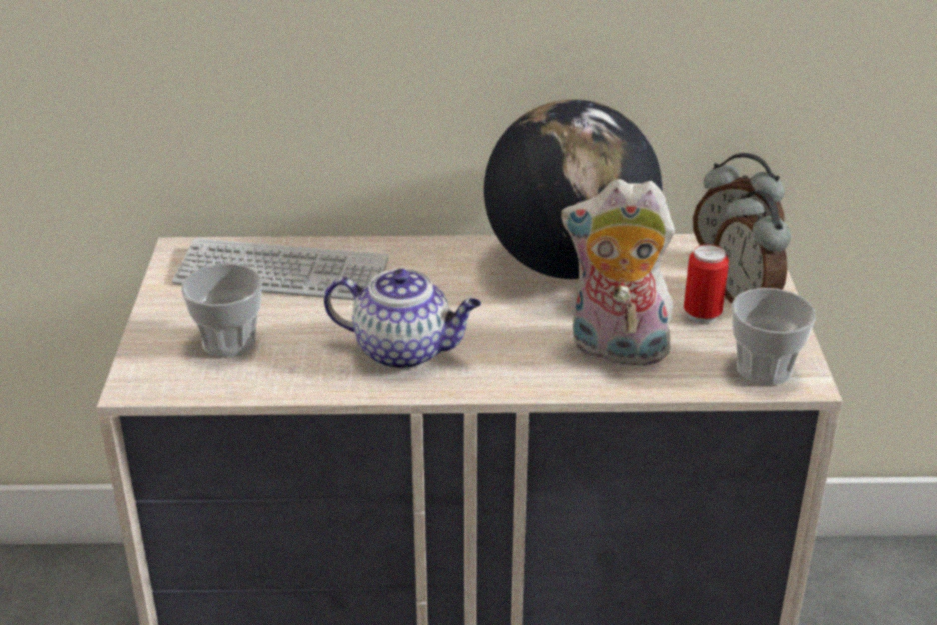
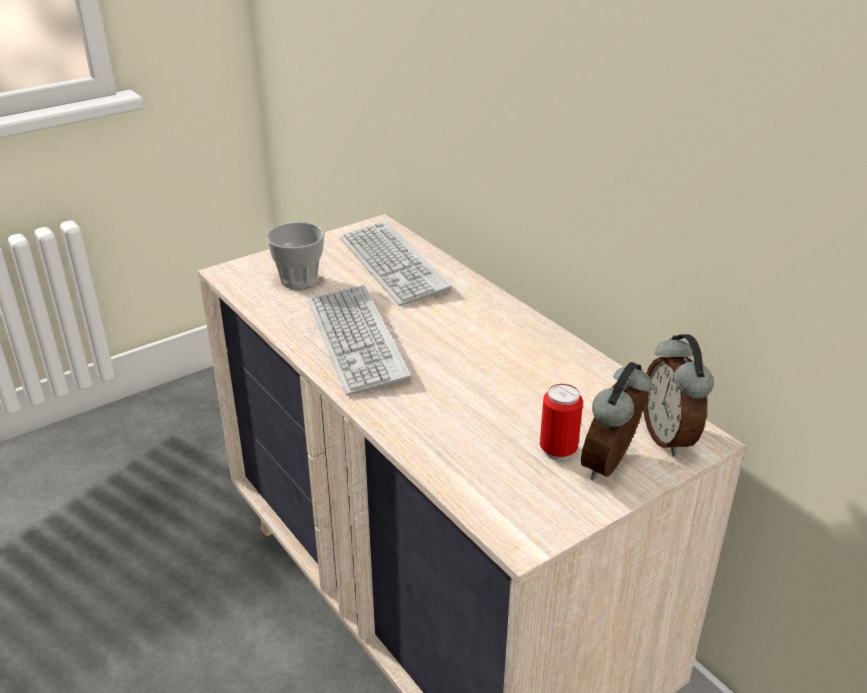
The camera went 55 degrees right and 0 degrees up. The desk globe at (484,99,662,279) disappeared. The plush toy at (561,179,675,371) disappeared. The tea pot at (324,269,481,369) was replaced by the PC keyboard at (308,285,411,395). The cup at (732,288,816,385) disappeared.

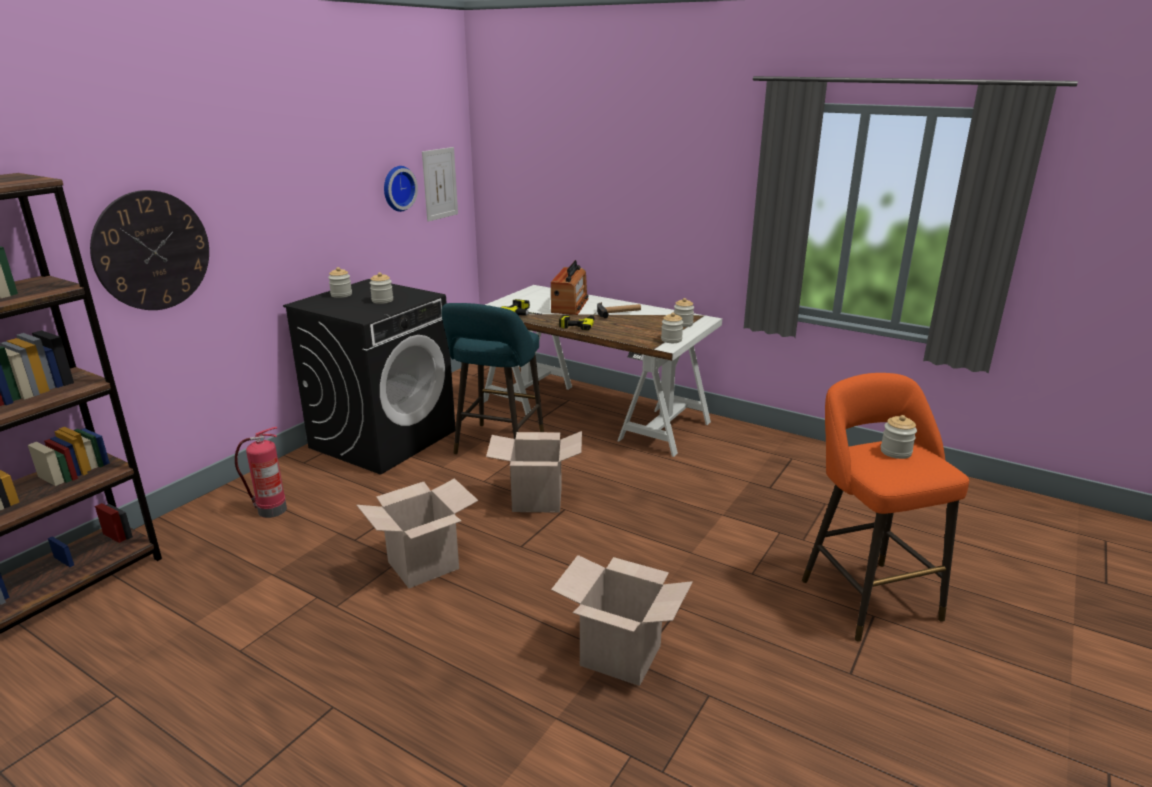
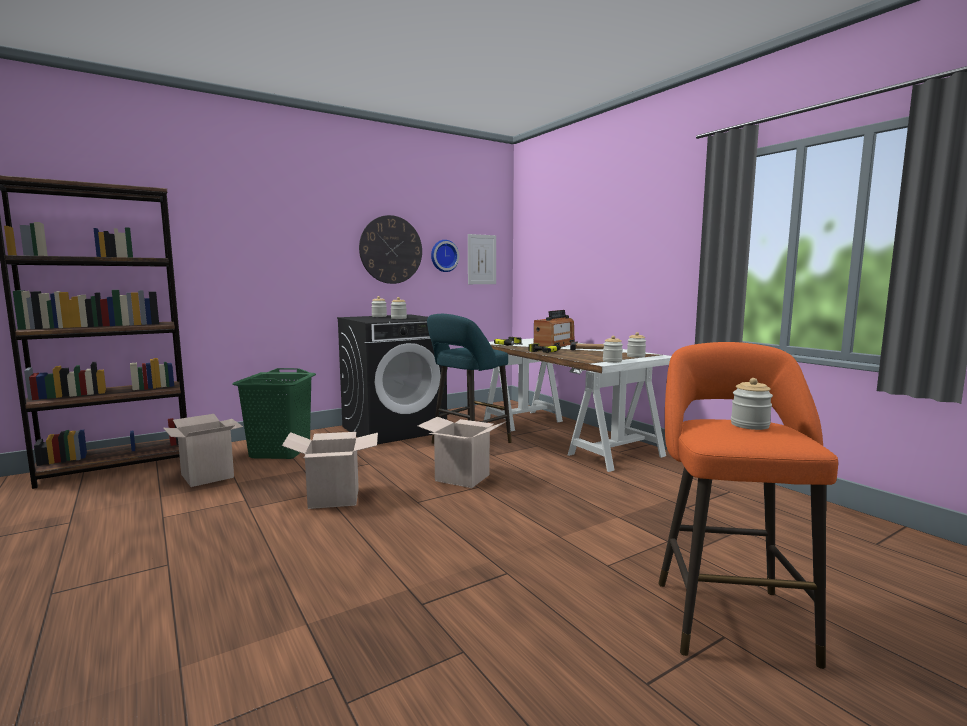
The camera went 25 degrees right and 15 degrees down. The hanging clock moved from (90,190,209,310) to (359,215,422,284). The extinguisher at (235,427,287,518) was replaced by the green-coloured washing basket at (232,368,316,459). The cardboard box moved from (551,555,693,686) to (163,414,243,487).

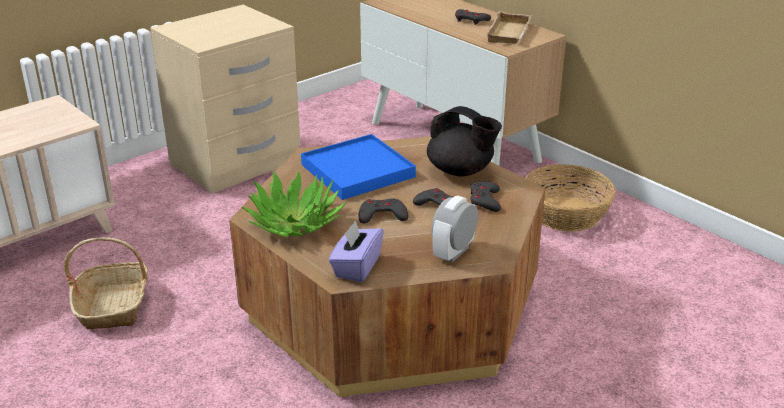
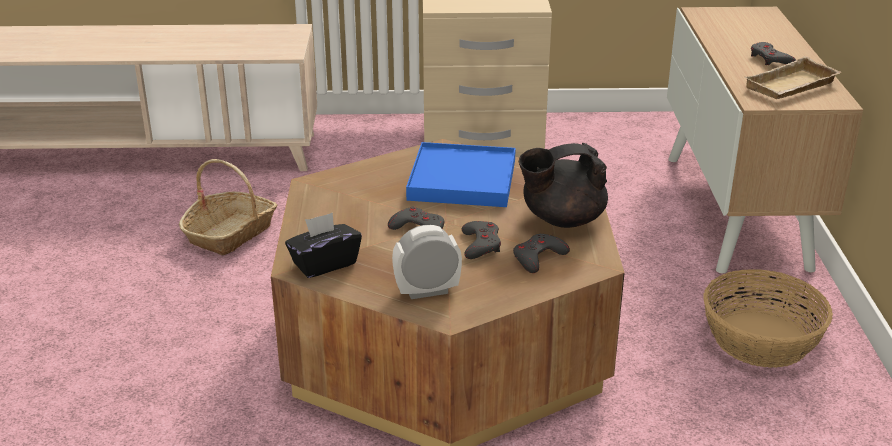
The camera went 40 degrees right and 0 degrees up. The blackish tea pot at (427,106,502,177) turned 90 degrees clockwise. The potted plant at (242,170,346,237) disappeared. The purple-coloured tissue box at (329,220,384,282) became the blackish tissue box at (285,213,362,278).

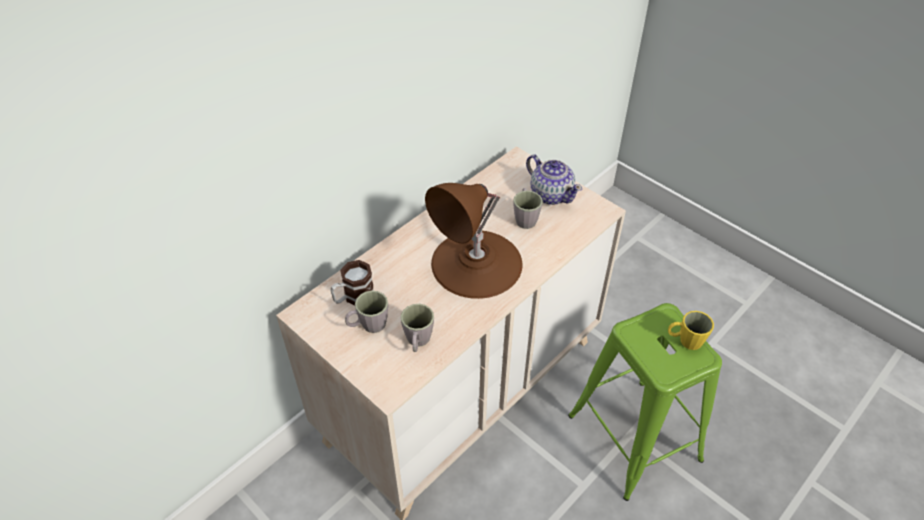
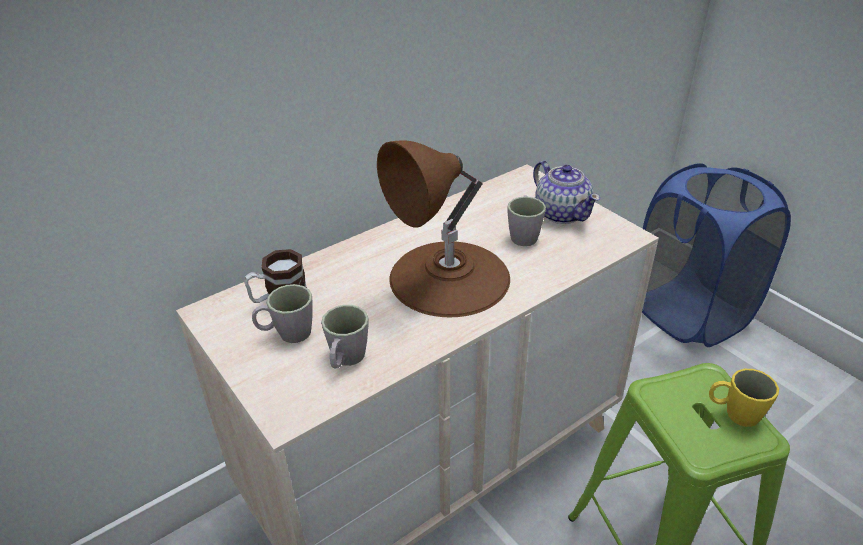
The camera went 10 degrees right and 10 degrees down. The bluish washing basket at (642,163,791,347) appeared.

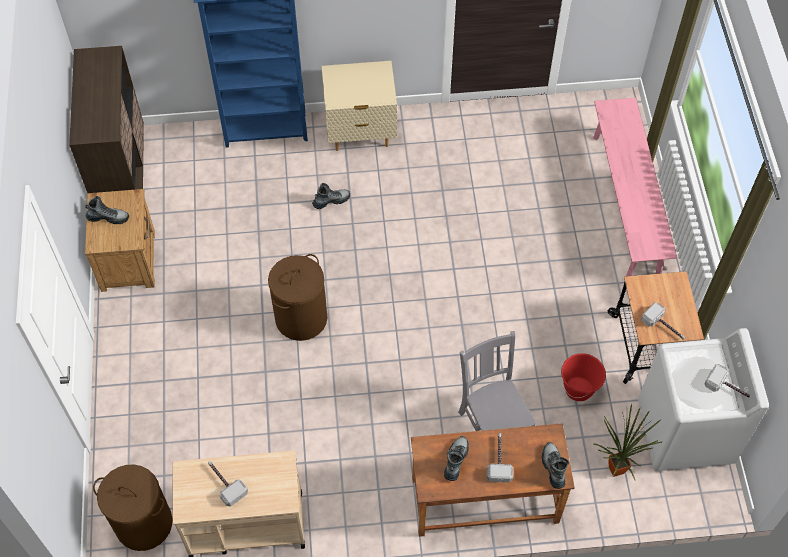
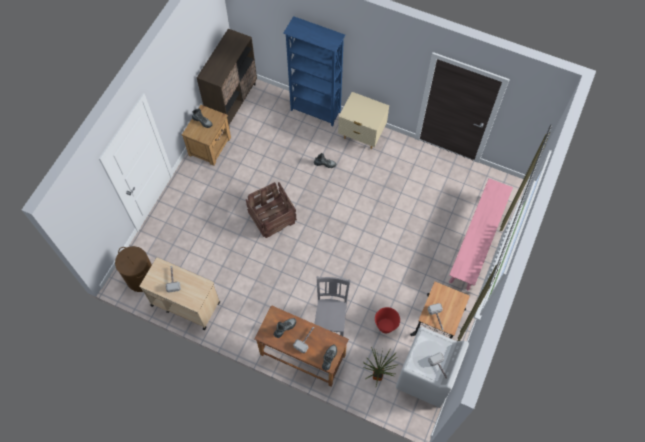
The camera went 30 degrees right and 5 degrees up. The brown-coloured washing basket at (268,254,328,341) was replaced by the crate at (246,182,297,238).

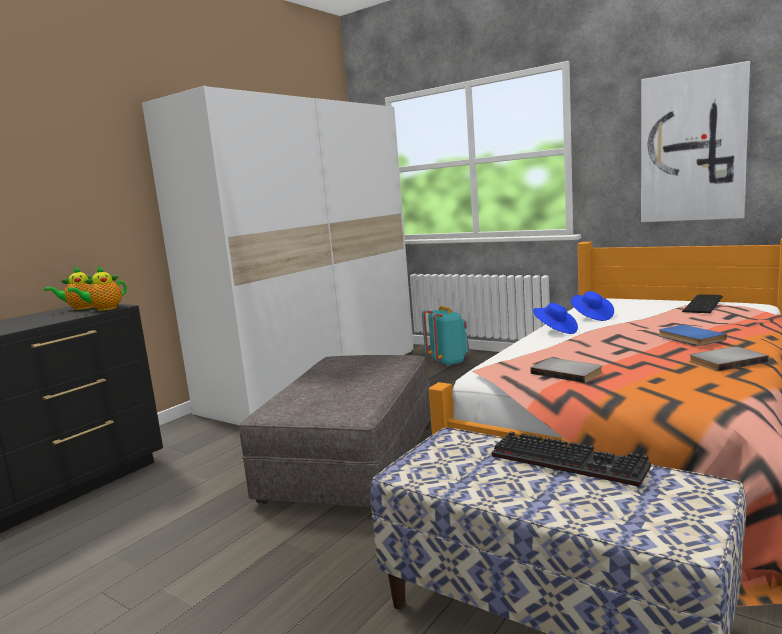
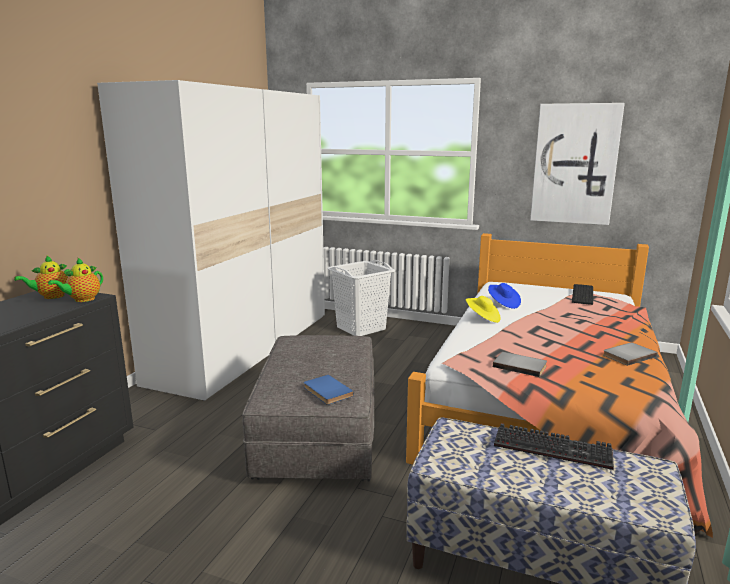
The camera went 15 degrees left and 5 degrees up. The bluish clothing hat at (533,303,578,334) became the yellow clothing hat at (466,296,501,323). The turquoise backpack at (422,306,469,366) was replaced by the whitish washing basket at (327,260,395,336). The bluish volume moved from (659,325,727,346) to (304,375,354,405).

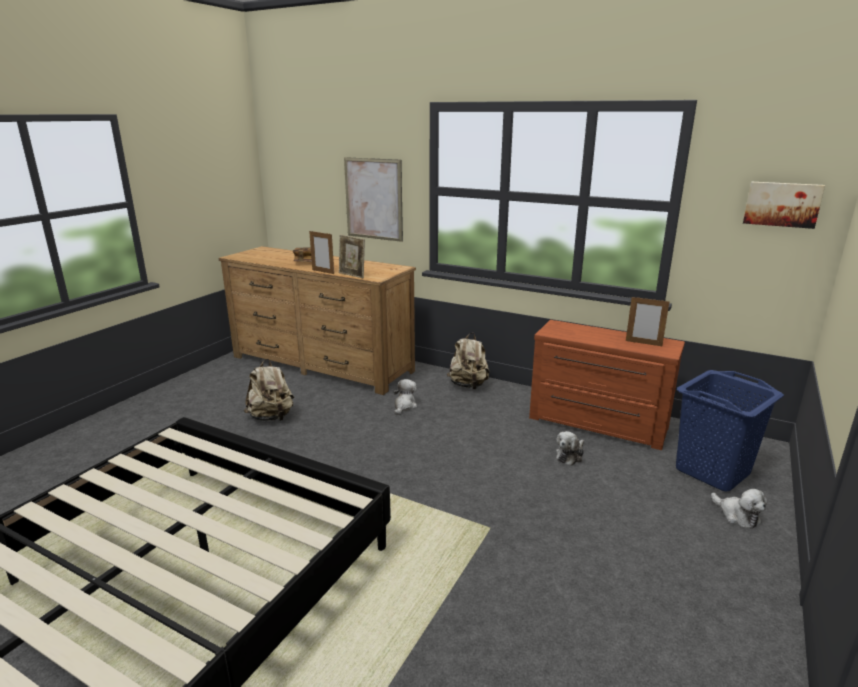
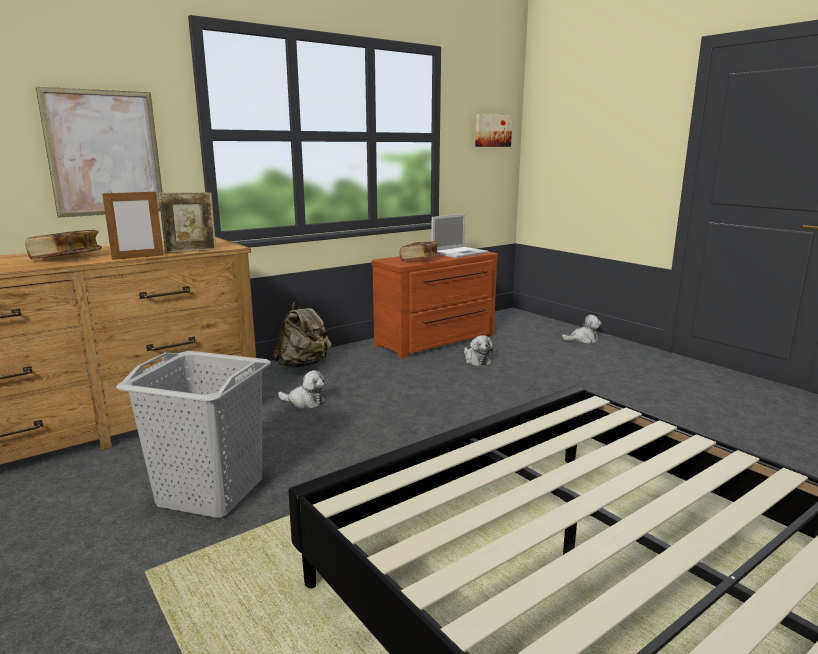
The camera went 65 degrees left and 5 degrees down. The picture frame at (626,297,670,346) was replaced by the laptop at (431,214,488,258). The beige-coloured backpack at (244,359,294,421) was replaced by the grey washing basket at (116,351,271,518). The bluish washing basket at (676,370,784,491) disappeared. The plush toy at (394,379,417,415) turned 150 degrees clockwise. The volume at (400,242,440,261) appeared.

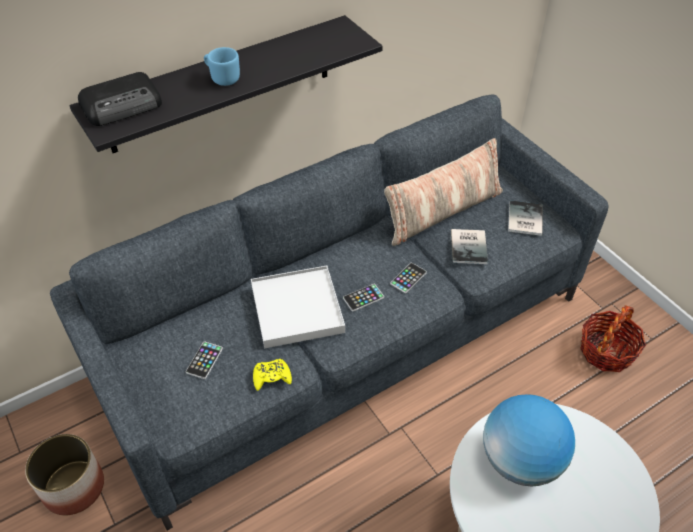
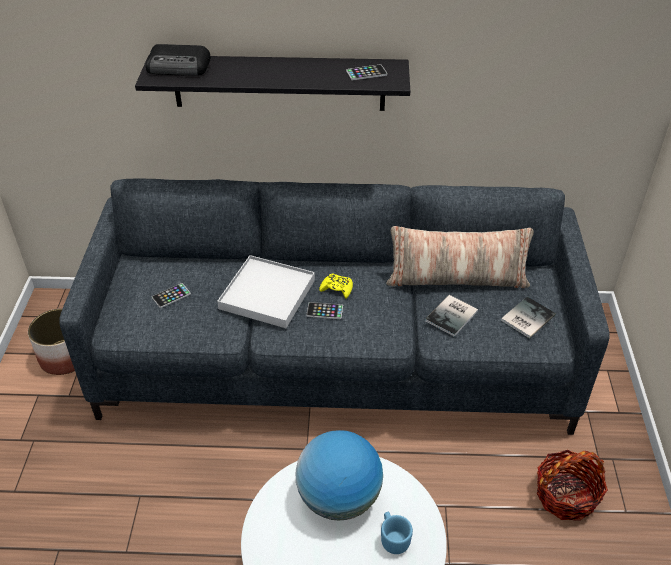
The camera went 35 degrees right and 5 degrees down. The bluish tea mug moved from (204,47,240,86) to (381,512,413,554). The telephone moved from (390,262,427,294) to (346,64,387,81). The yellow gamepad moved from (253,359,292,391) to (319,273,353,299).

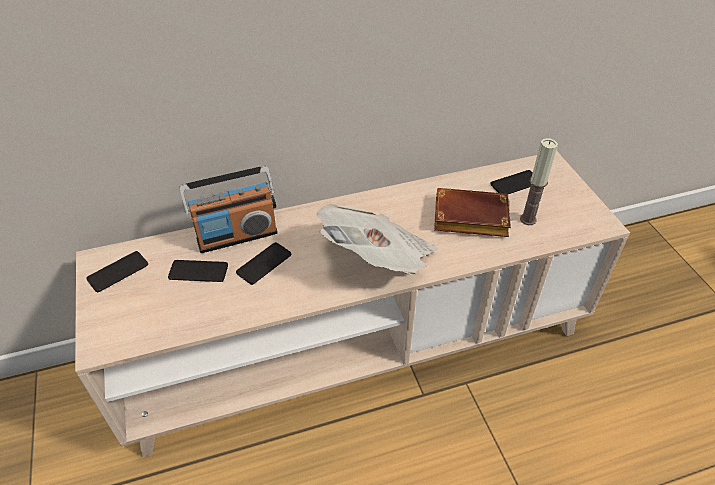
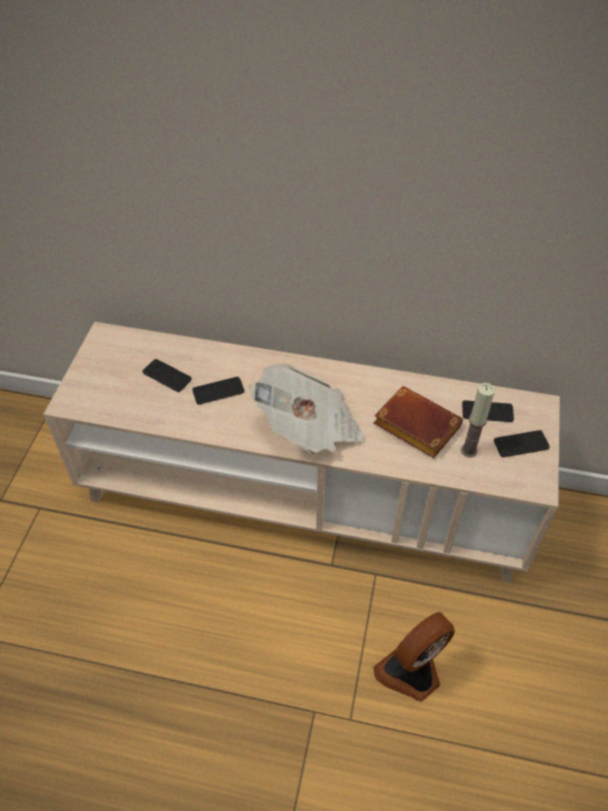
The camera went 30 degrees right and 5 degrees up. The radio set at (179,166,278,253) disappeared. The telephone moved from (86,251,148,292) to (494,430,550,457). The cooling fan at (373,612,455,701) appeared.

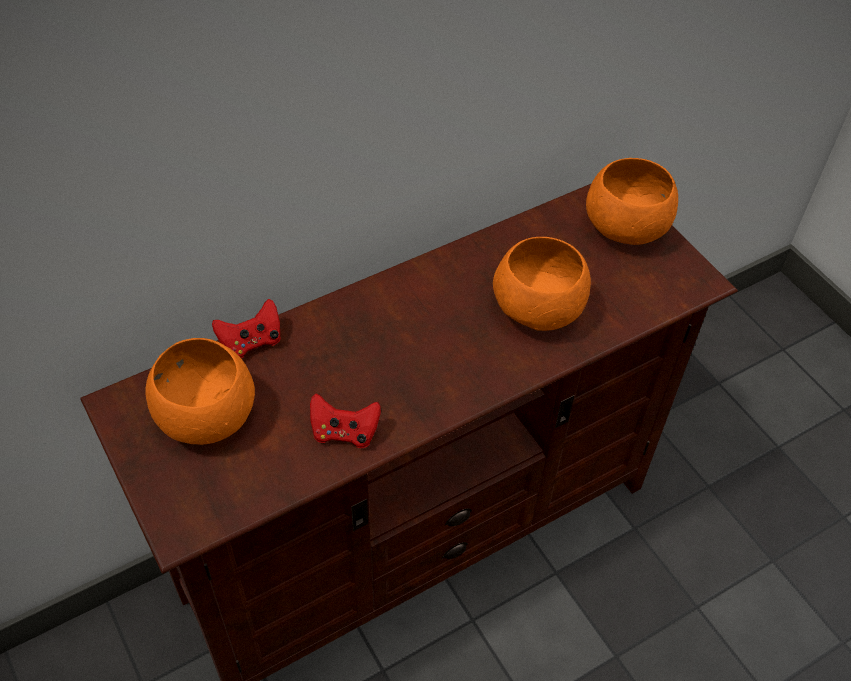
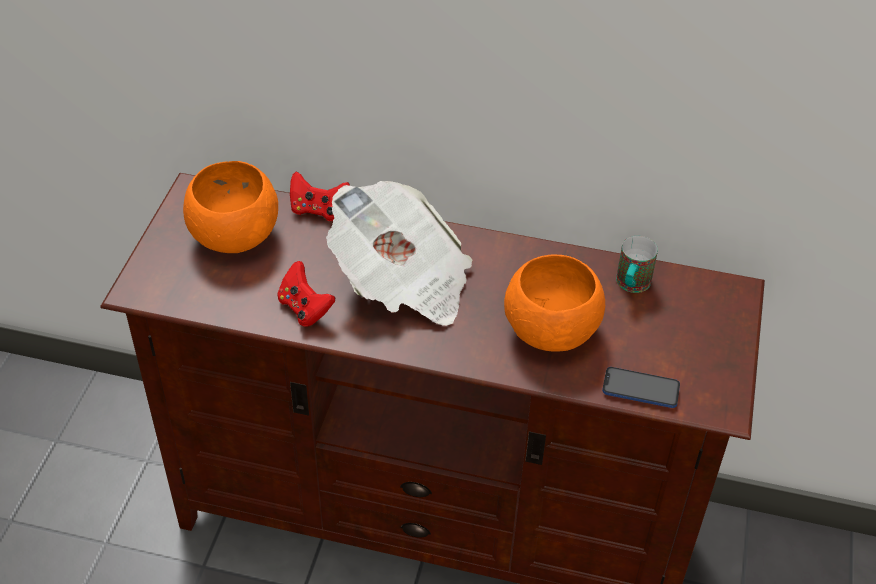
The camera went 45 degrees right and 5 degrees down. The orangey bowl at (586,158,678,245) disappeared. The newspaper at (326,181,472,326) appeared. The tea mug at (616,236,658,293) appeared. The telephone at (602,367,680,408) appeared.

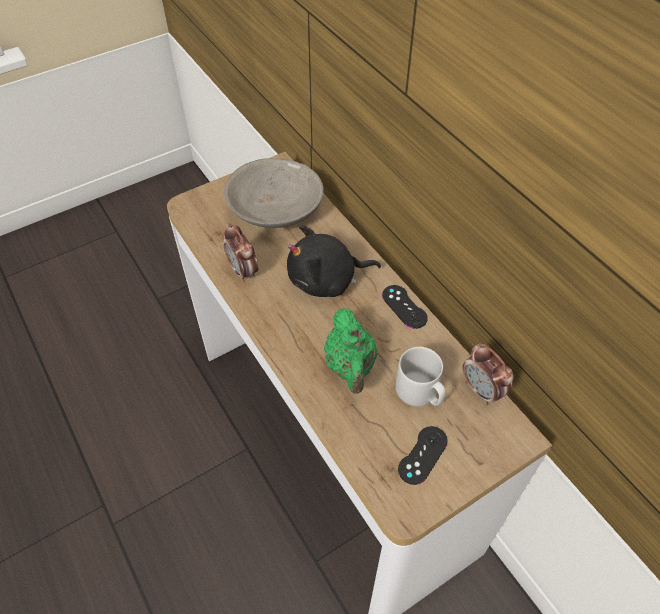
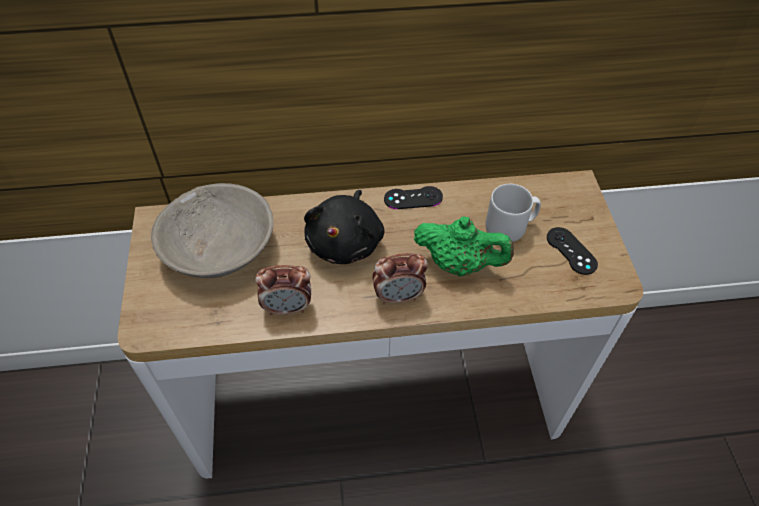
The camera went 65 degrees left and 0 degrees up. The table clock moved from (463,343,514,405) to (372,253,428,305).

